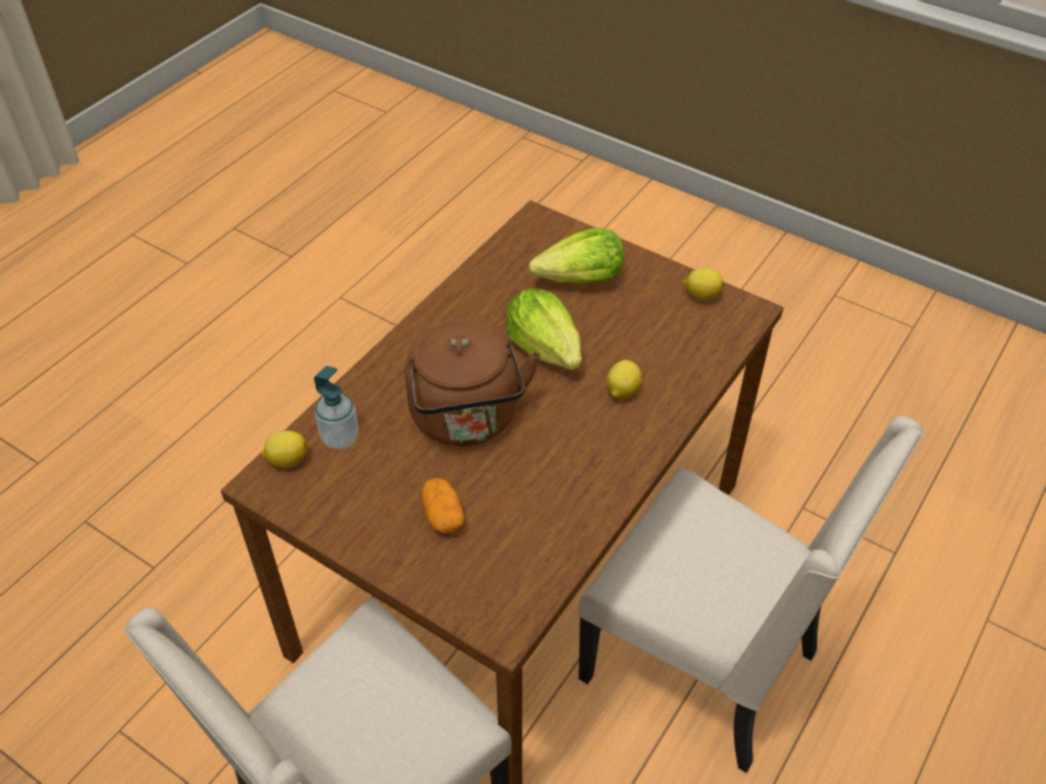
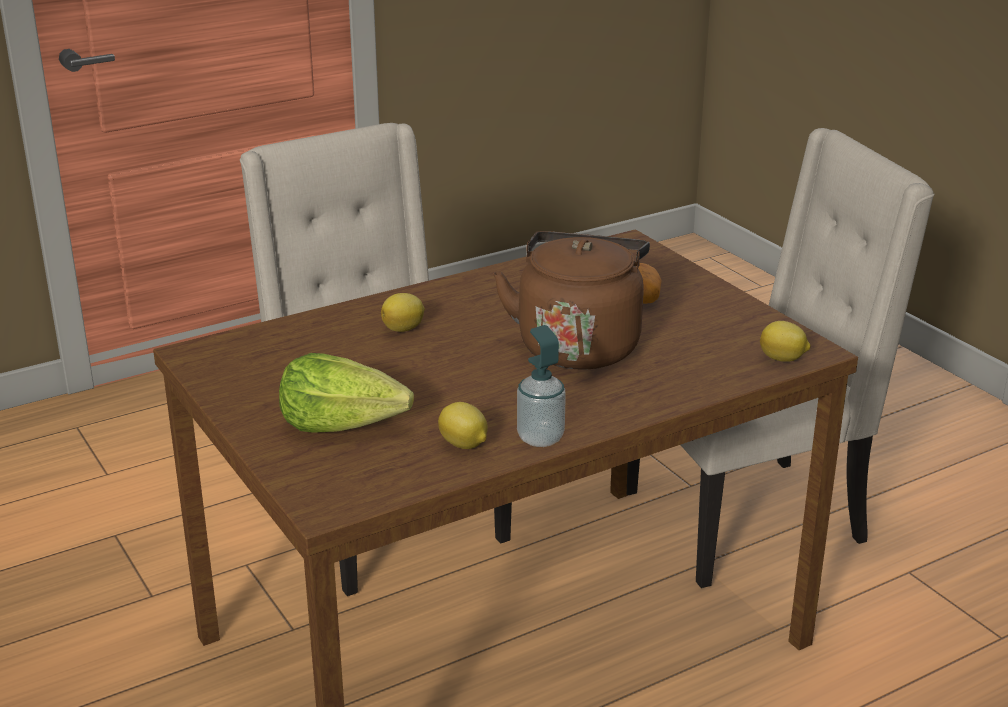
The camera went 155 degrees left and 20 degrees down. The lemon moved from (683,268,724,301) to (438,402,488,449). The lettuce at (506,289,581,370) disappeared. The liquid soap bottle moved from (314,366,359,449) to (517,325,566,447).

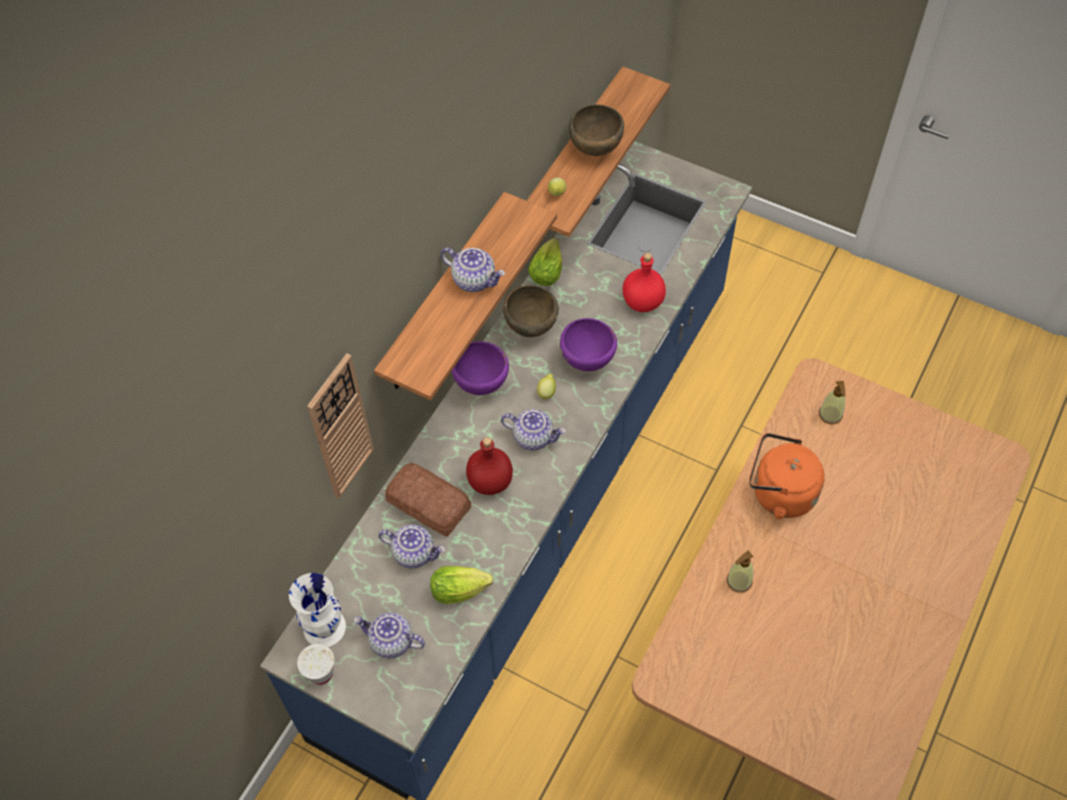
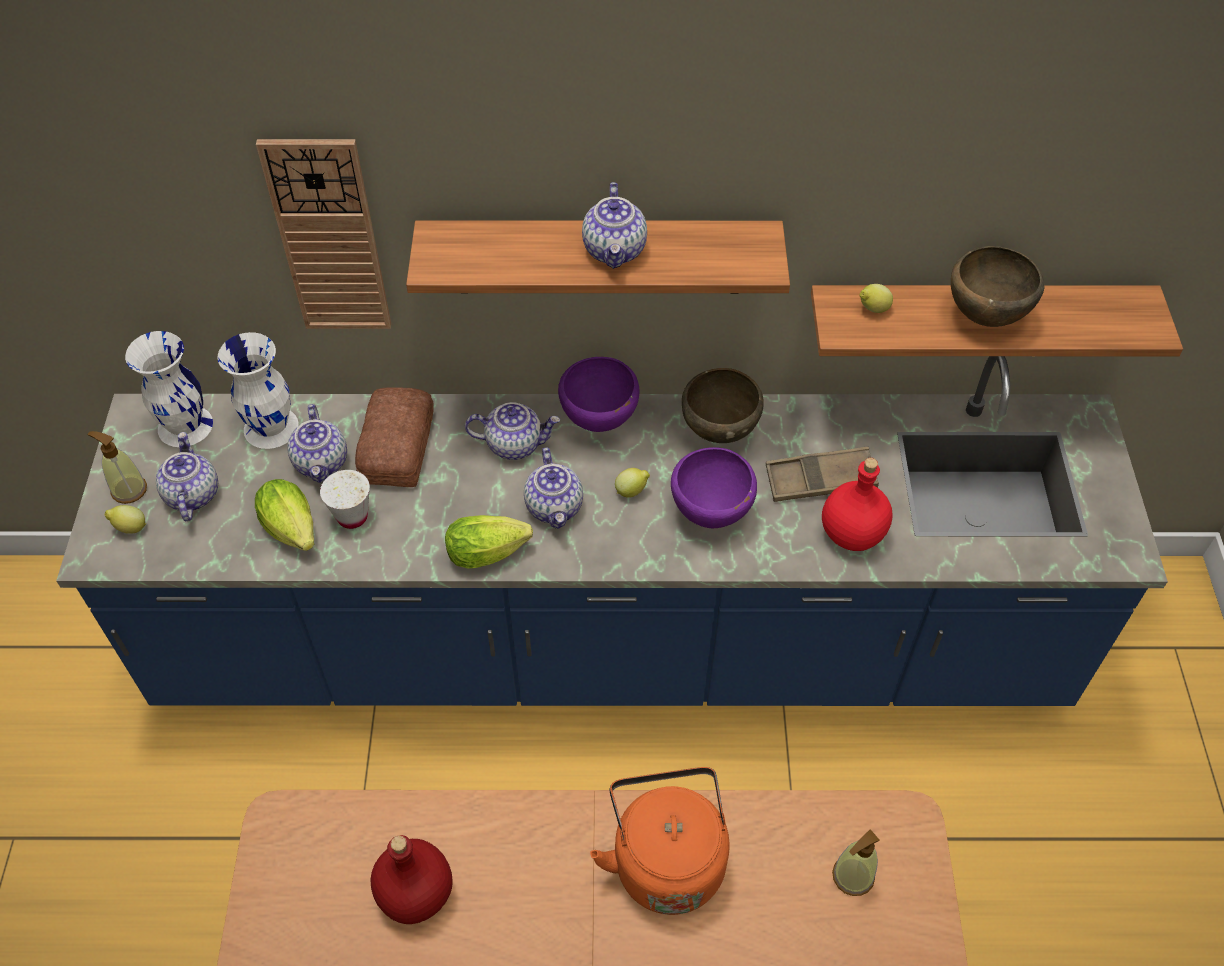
The camera went 60 degrees right and 5 degrees down. The lettuce moved from (528,238,562,286) to (445,515,533,569). The red drink bottle moved from (466,437,513,495) to (370,835,453,924). The liquid soap bottle moved from (727,551,754,593) to (87,431,147,504). The whitish cup moved from (297,644,334,685) to (320,470,370,529). The whitish vase at (217,332,299,449) appeared. The tea pot at (465,402,560,460) appeared. The brown-coloured tray at (766,447,879,502) appeared. The lemon at (105,505,146,534) appeared.

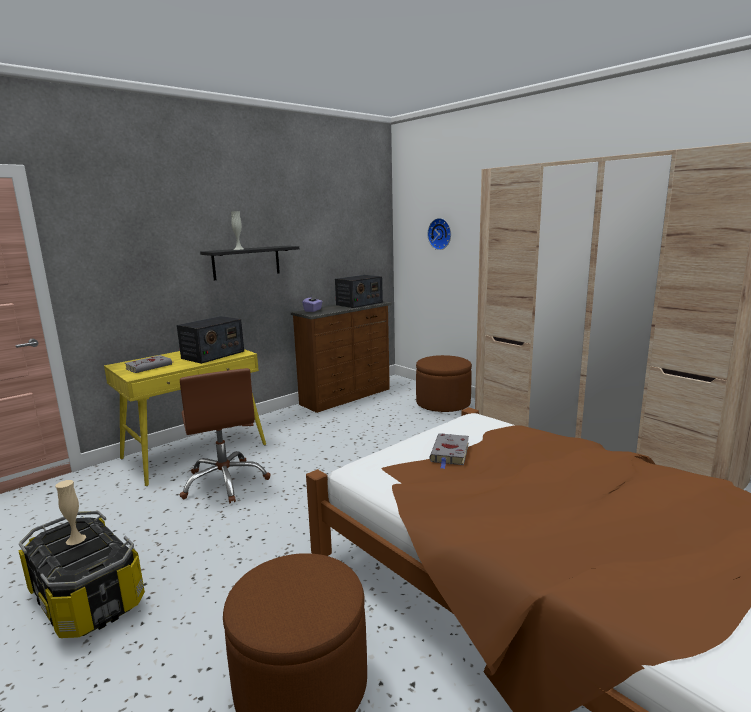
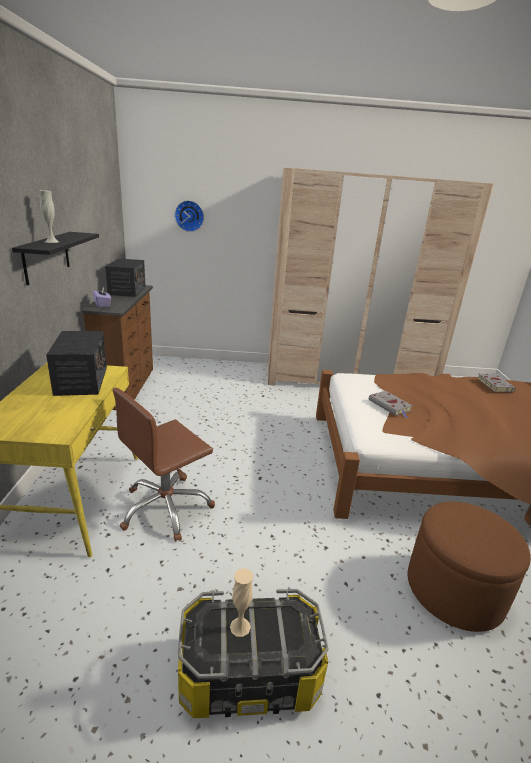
The camera went 50 degrees left and 10 degrees up. The grey volume moved from (125,355,172,373) to (477,373,516,393). The brown-coloured ottoman at (416,355,472,412) disappeared. The brown-coloured computer chair at (179,368,271,503) turned 120 degrees clockwise.

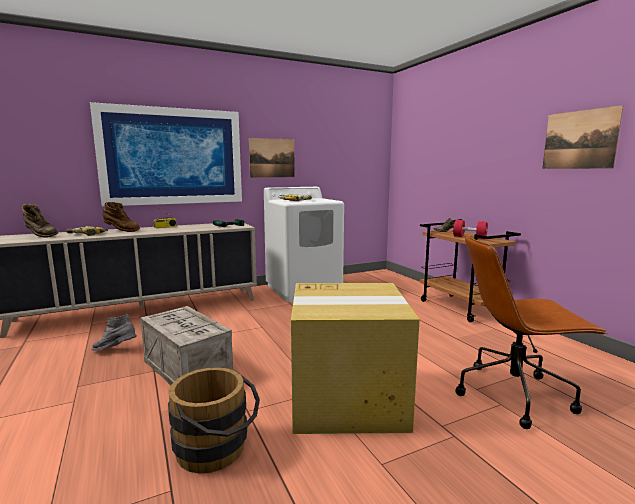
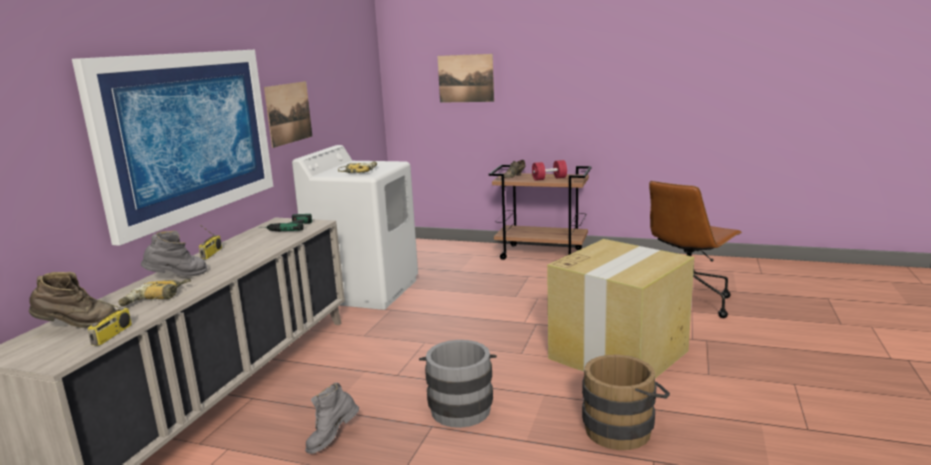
The camera went 45 degrees left and 5 degrees up. The picture moved from (542,105,624,169) to (438,54,494,103). The brown-coloured boot at (102,202,140,232) became the grey boot at (141,231,207,277). The crate at (140,306,233,386) was replaced by the grey water bucket at (419,340,497,428). The radio set at (88,297,132,346) appeared.

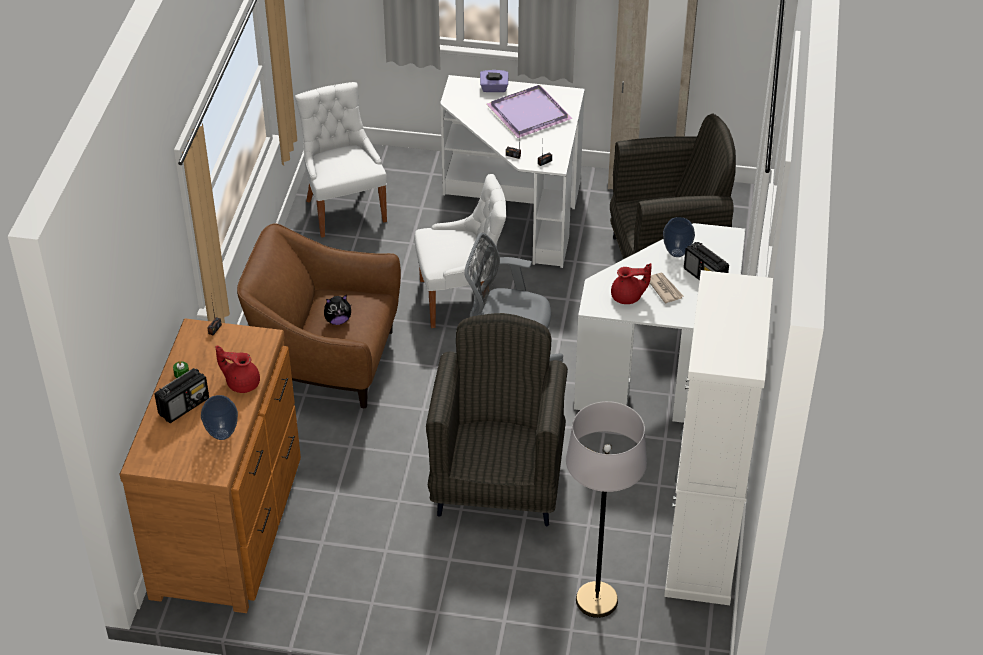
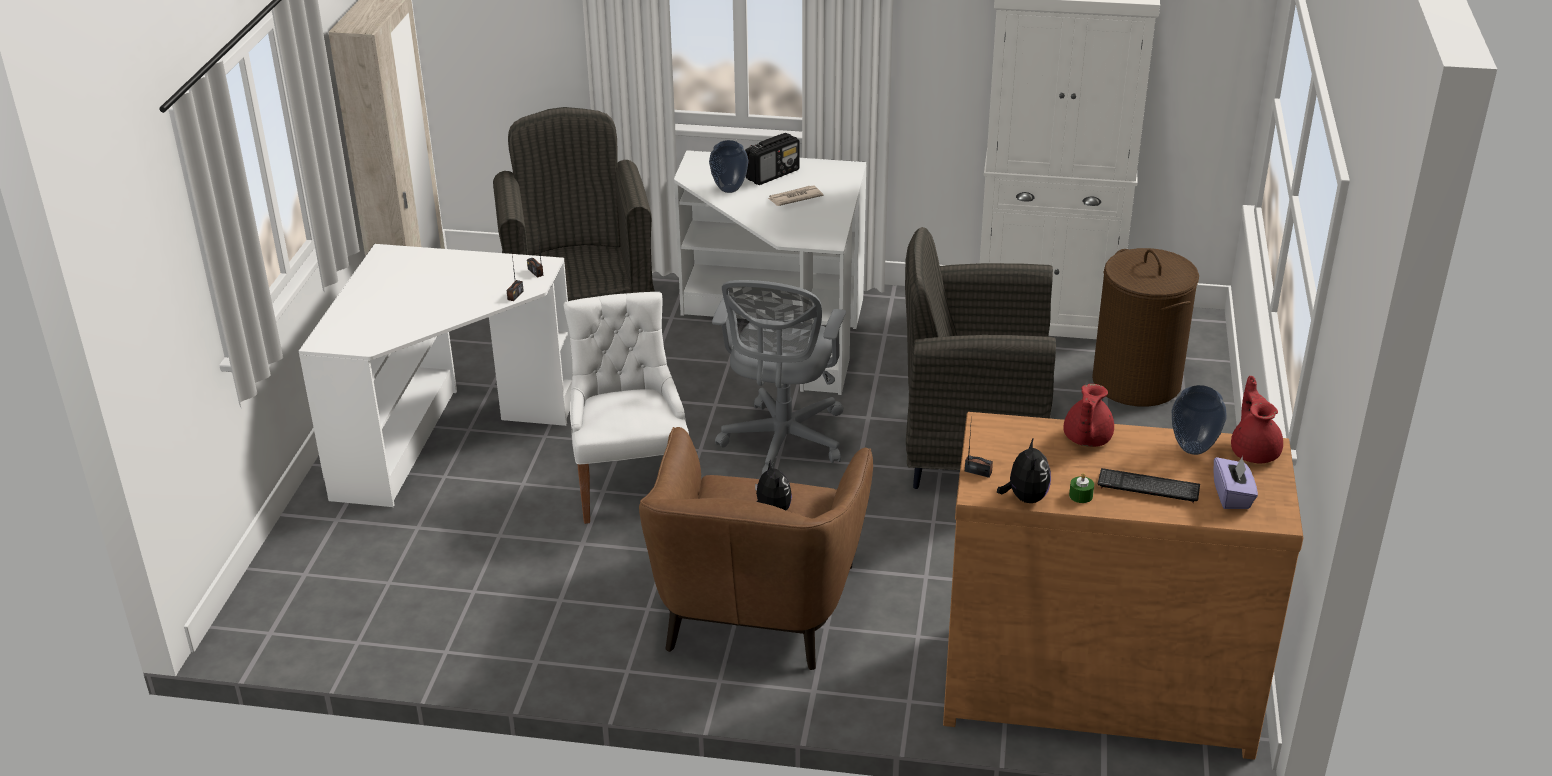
The camera went 90 degrees left and 10 degrees down. The purple-coloured tissue box moved from (480,70,508,92) to (1213,456,1258,509). The whitish upright chair at (295,82,387,238) disappeared. The purple-coloured tray at (486,85,573,138) disappeared. The red tea pot moved from (611,263,652,304) to (1231,376,1283,463). The radio set at (155,368,209,423) was replaced by the PC keyboard at (1098,468,1200,503). The grey standard lamp at (566,401,647,618) was replaced by the brown-coloured washing basket at (1092,248,1199,407). The plush toy at (997,437,1051,503) appeared.

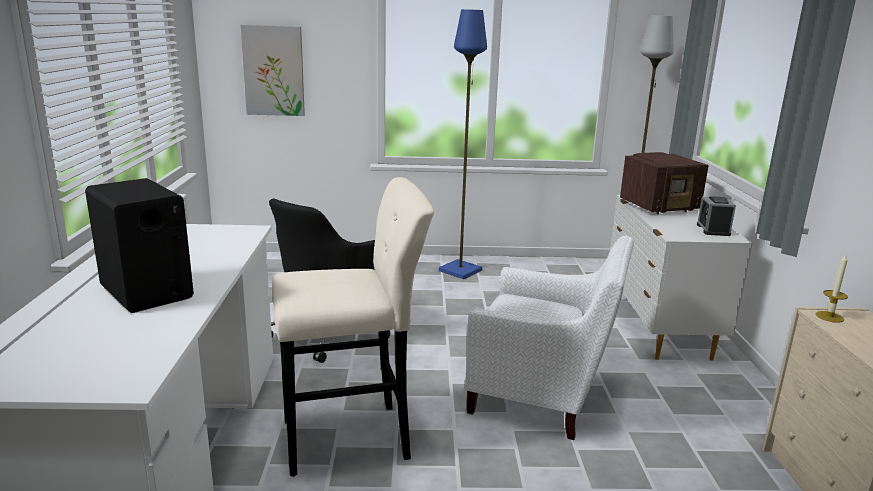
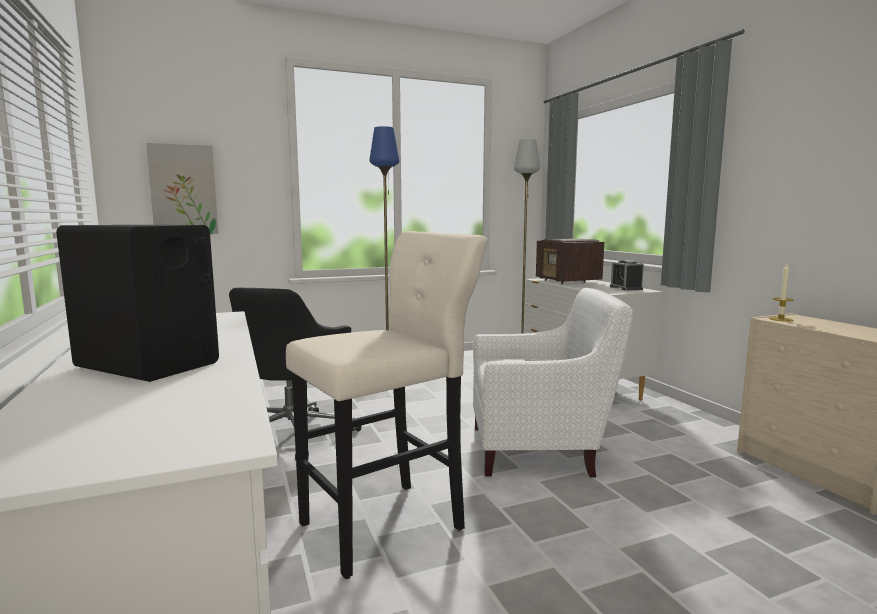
The camera went 20 degrees left and 10 degrees down. The radio set at (620,152,709,214) turned 105 degrees clockwise.

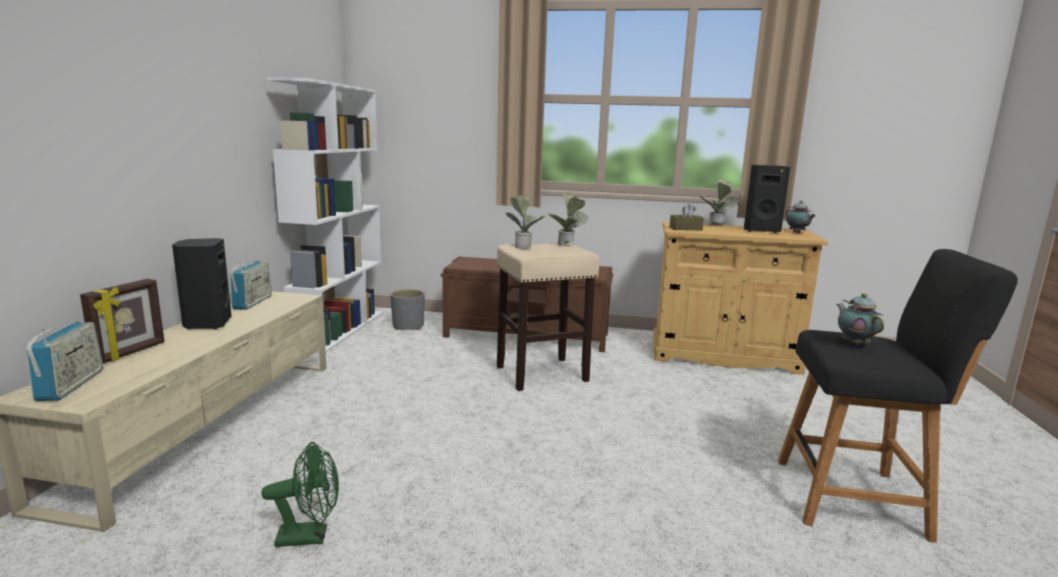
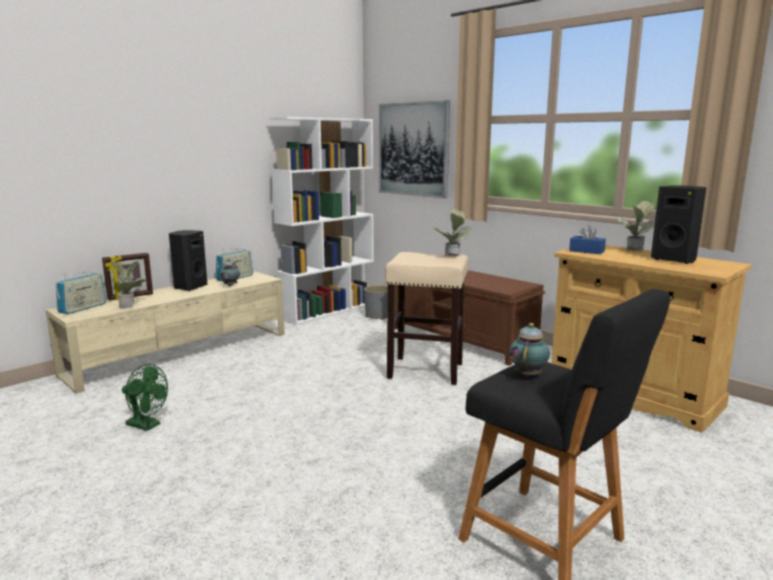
The camera went 35 degrees right and 0 degrees up. The potted plant moved from (506,195,546,249) to (111,261,146,308). The tea pot moved from (785,201,816,233) to (220,259,240,286). The brown-coloured tissue box at (669,204,704,231) became the bluish tissue box at (569,225,606,254). The picture at (379,100,450,198) appeared.

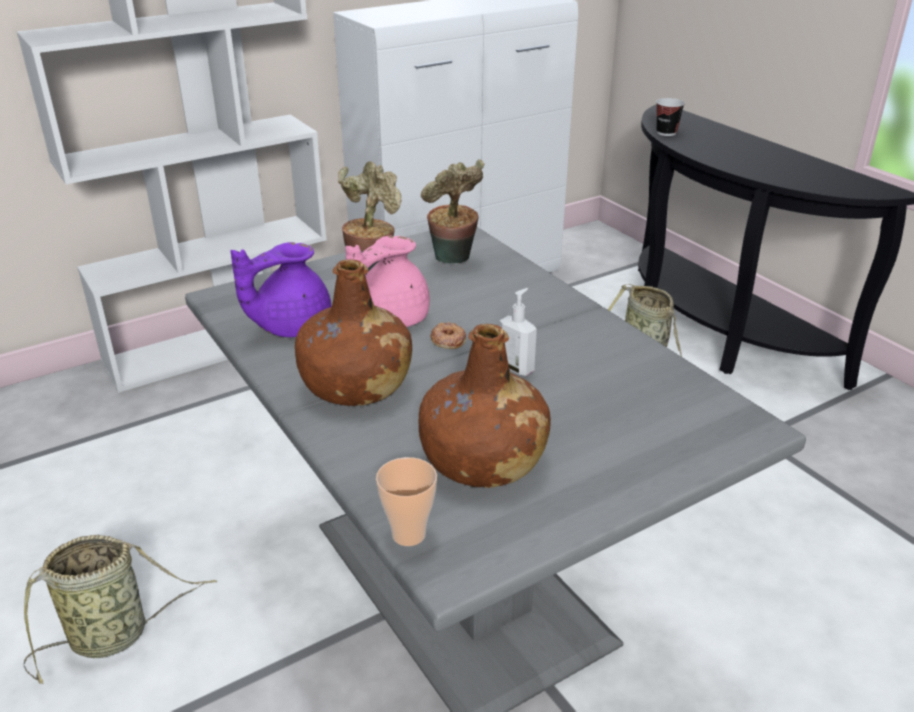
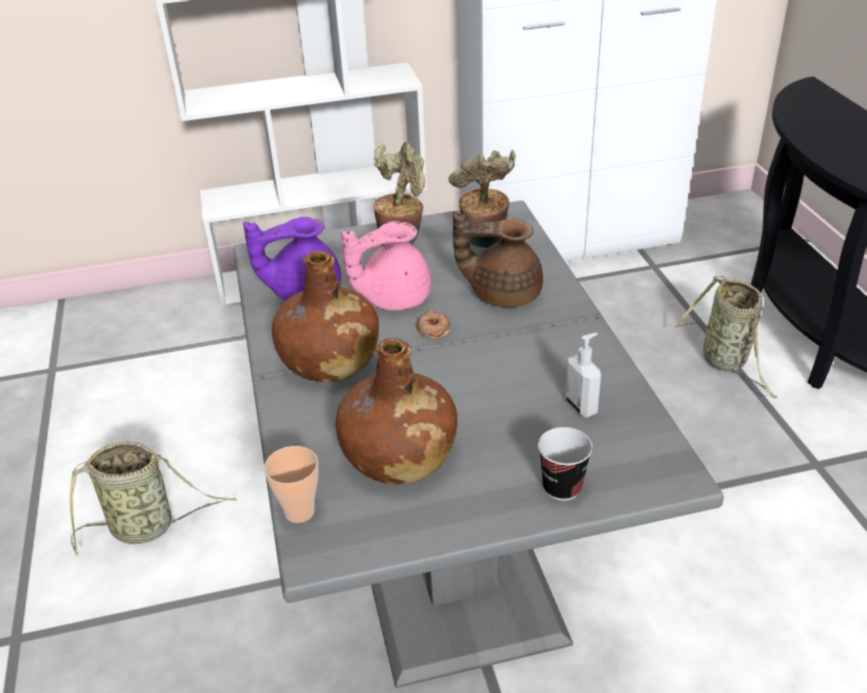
The camera went 20 degrees right and 5 degrees up. The cup moved from (656,98,685,136) to (538,427,593,501). The liquid soap bottle moved from (500,288,537,376) to (565,333,601,418). The brown-coloured tea pot at (453,211,543,307) appeared.

